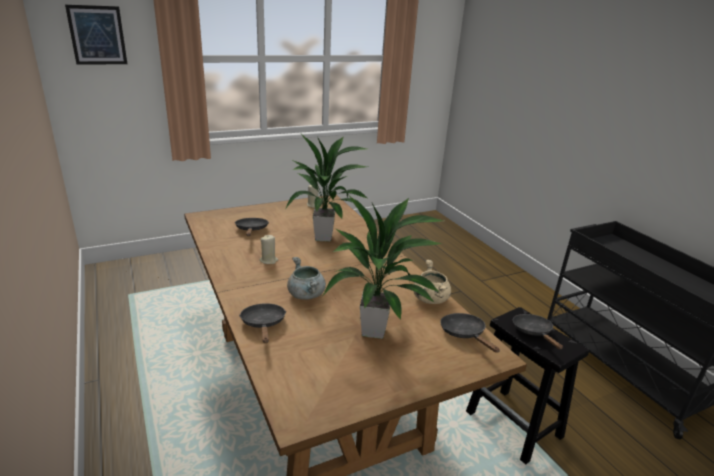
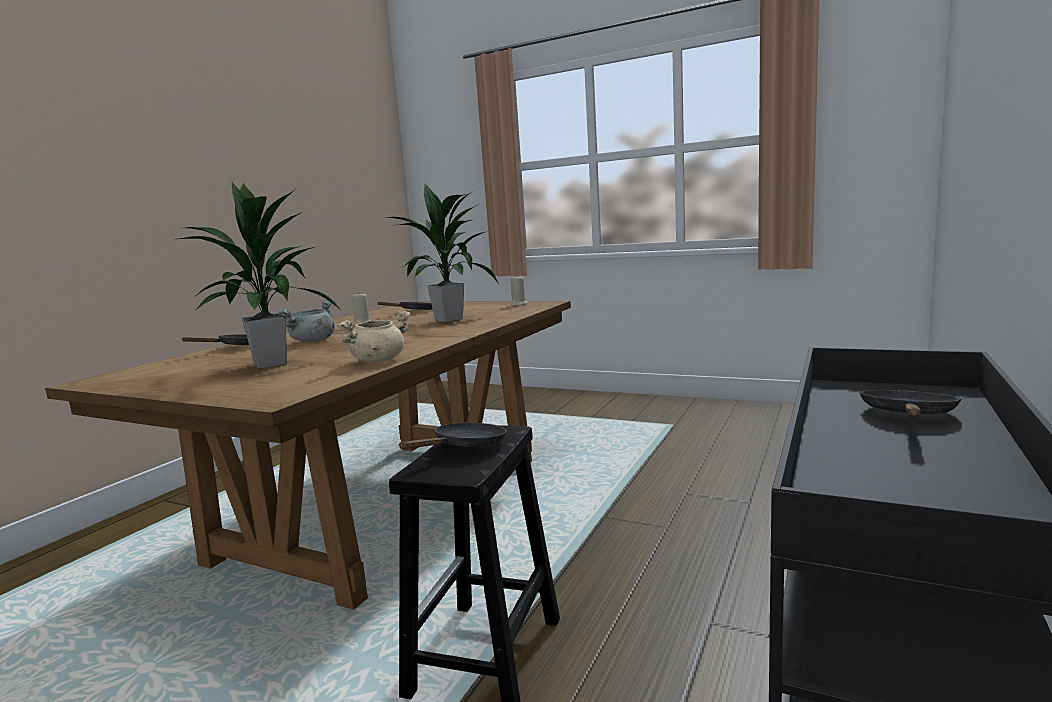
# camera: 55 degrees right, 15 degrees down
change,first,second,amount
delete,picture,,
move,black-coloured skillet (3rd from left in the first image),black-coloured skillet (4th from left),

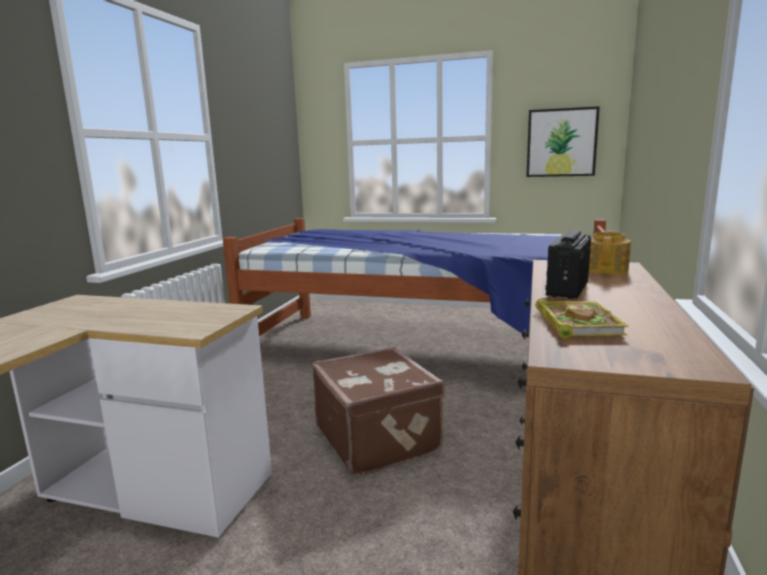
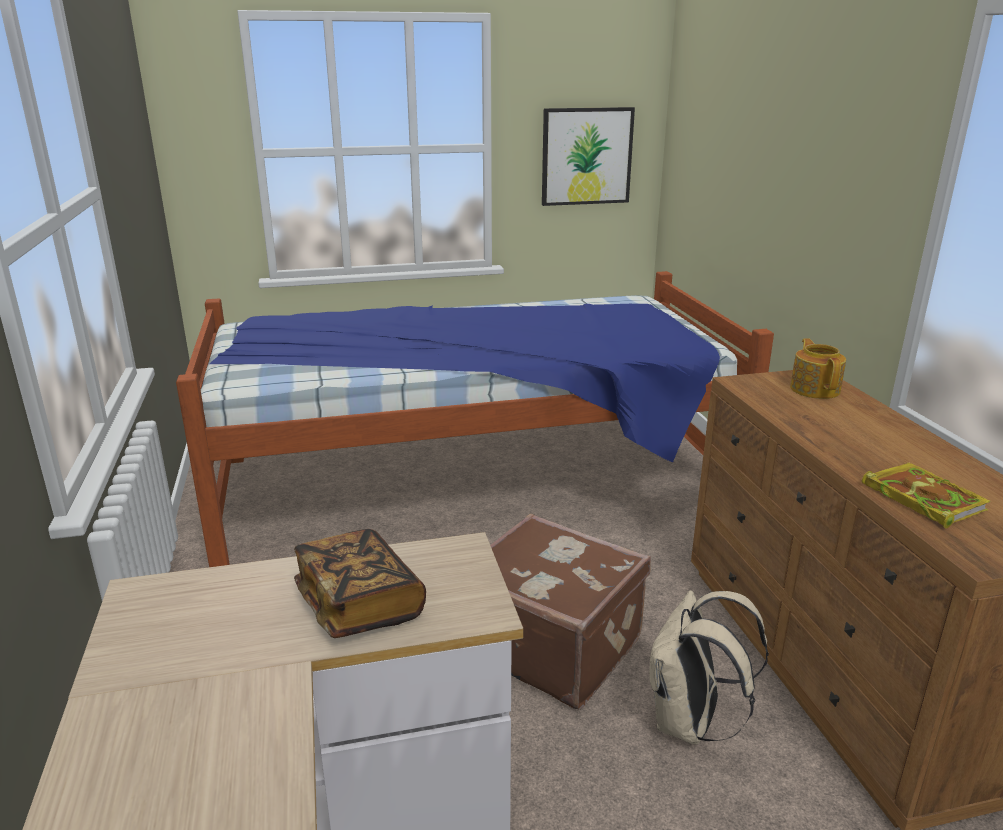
# camera: 30 degrees left, 10 degrees up
change,first,second,amount
delete,radio set,,
insert,,volume (1st from left),
insert,,sand-coloured rucksack,

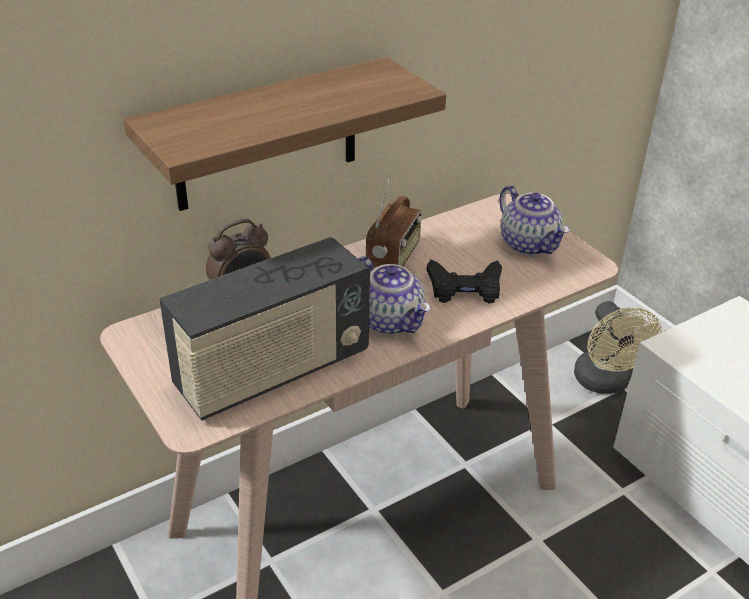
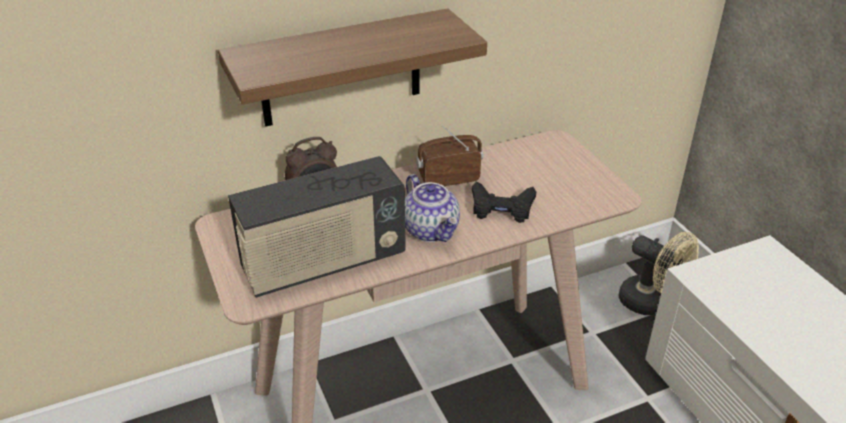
# camera: 10 degrees right, 0 degrees up
change,first,second,amount
delete,tea pot (2nd from left),,
rotate,radio set (2nd from left),,135 degrees counterclockwise
rotate,sand-coloured fan,,45 degrees counterclockwise

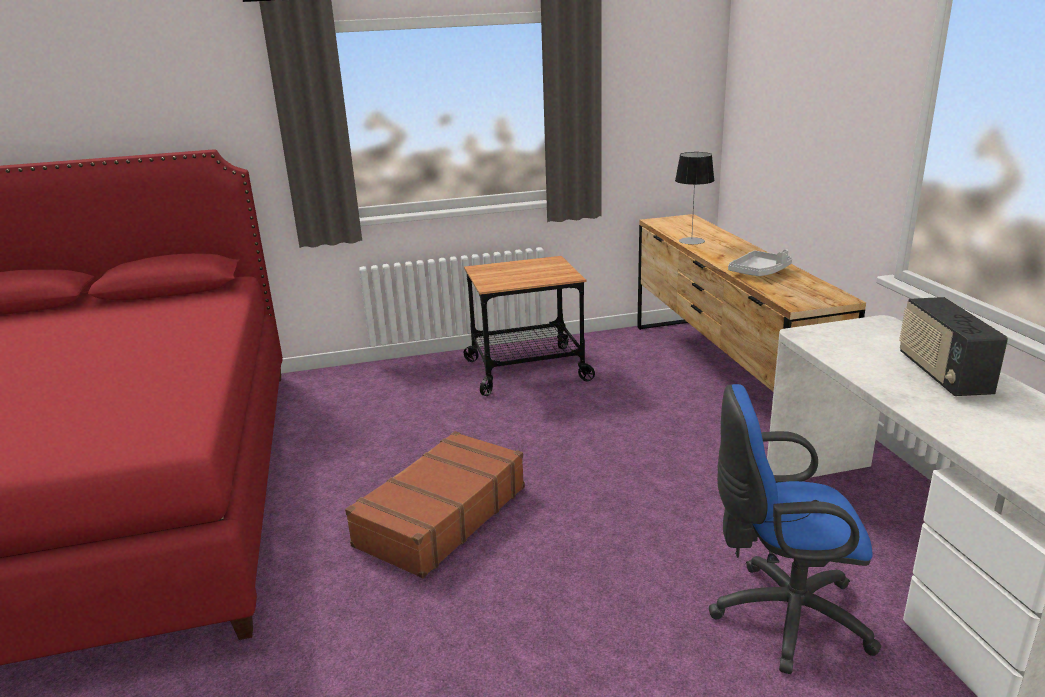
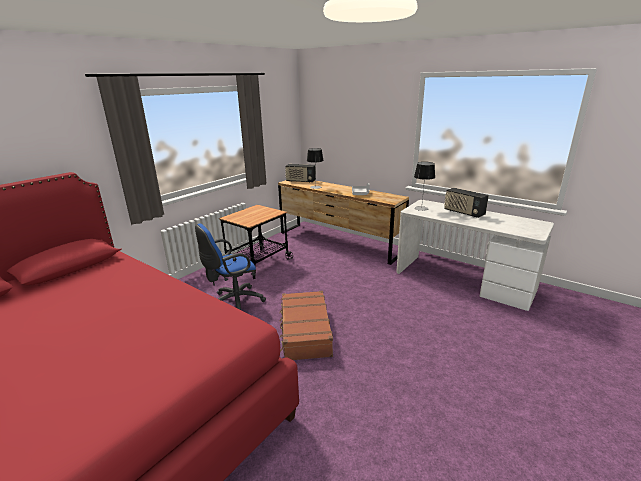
# camera: 40 degrees left, 0 degrees up
change,first,second,amount
insert,,radio set (1st from left),
insert,,lamp for a table (2nd from left),
move,blue desk chair,,

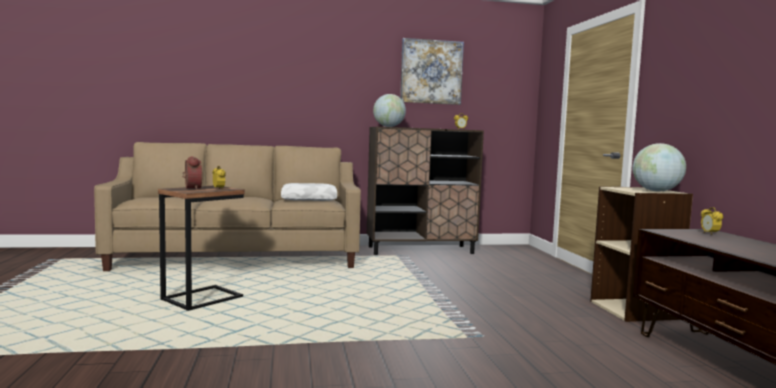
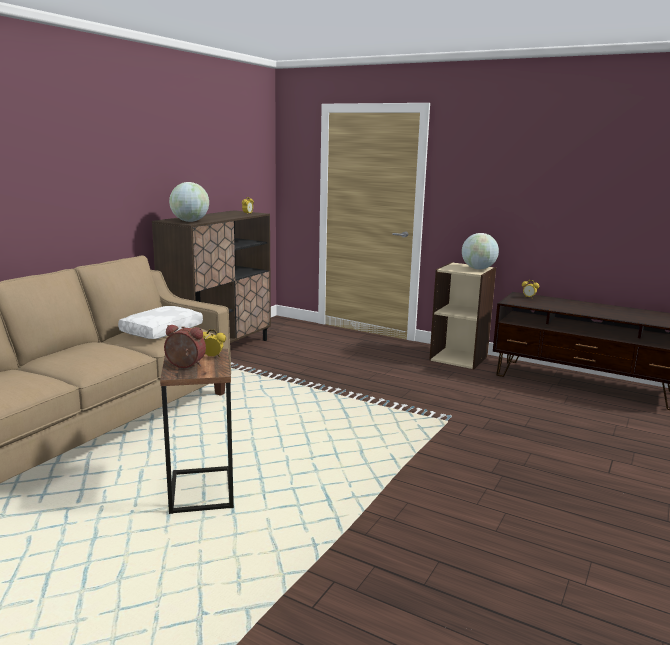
# camera: 50 degrees left, 10 degrees up
change,first,second,amount
delete,picture,,

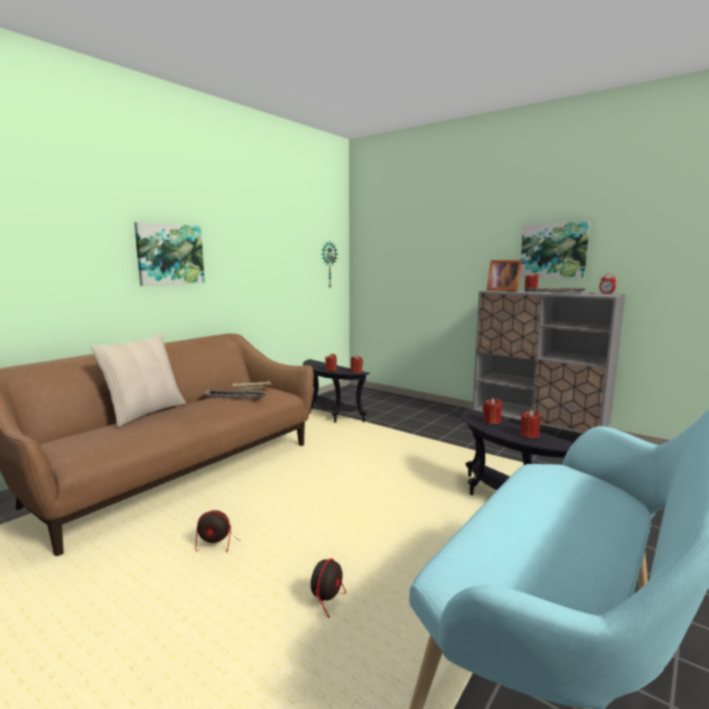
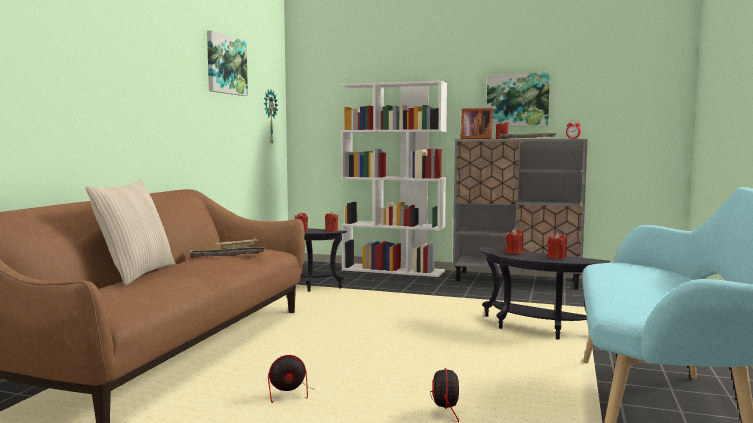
# camera: 20 degrees left, 5 degrees down
change,first,second,amount
insert,,white bookshelf,
move,picture (1st from left),,

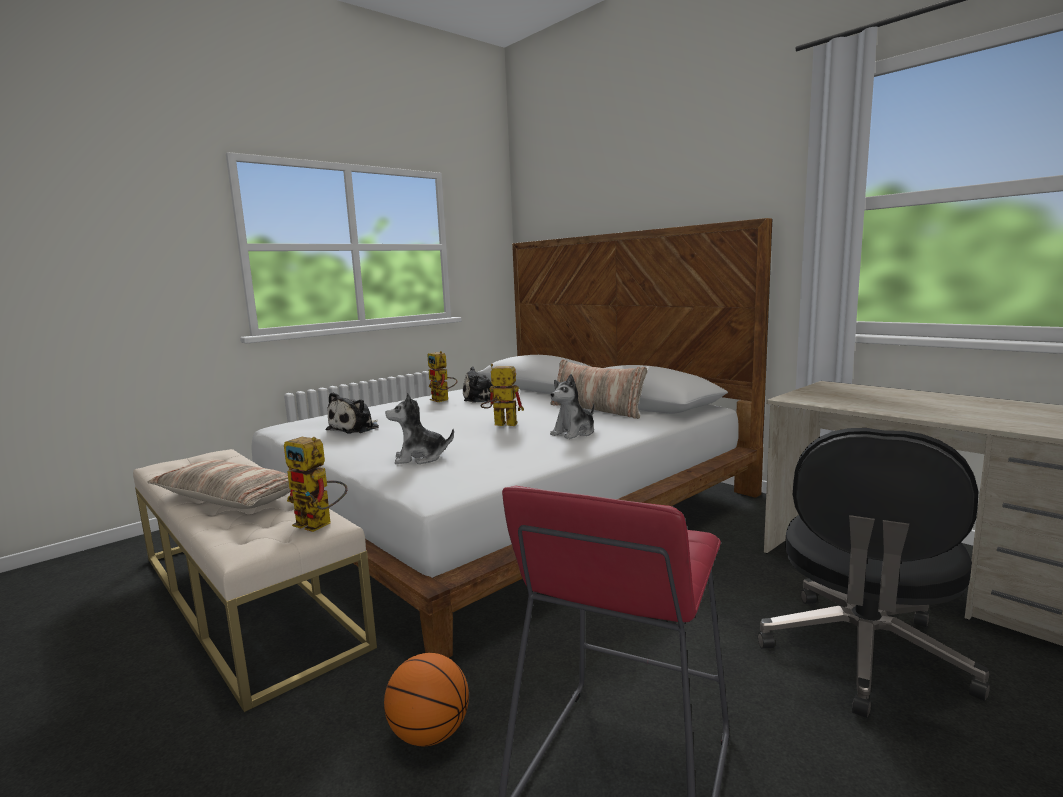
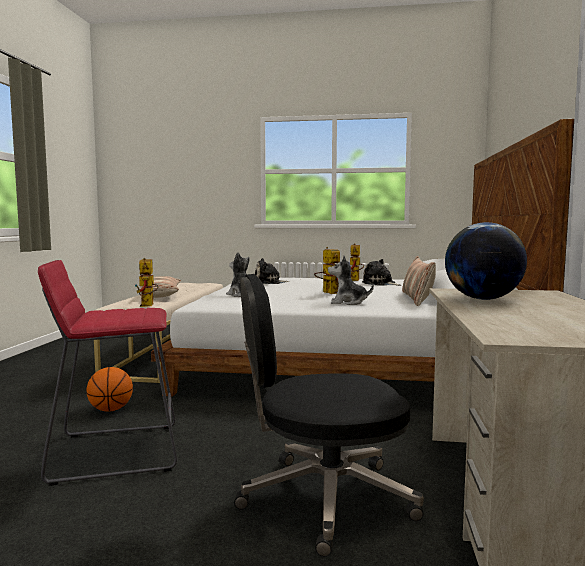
# camera: 50 degrees right, 5 degrees down
change,first,second,amount
insert,,desk globe,

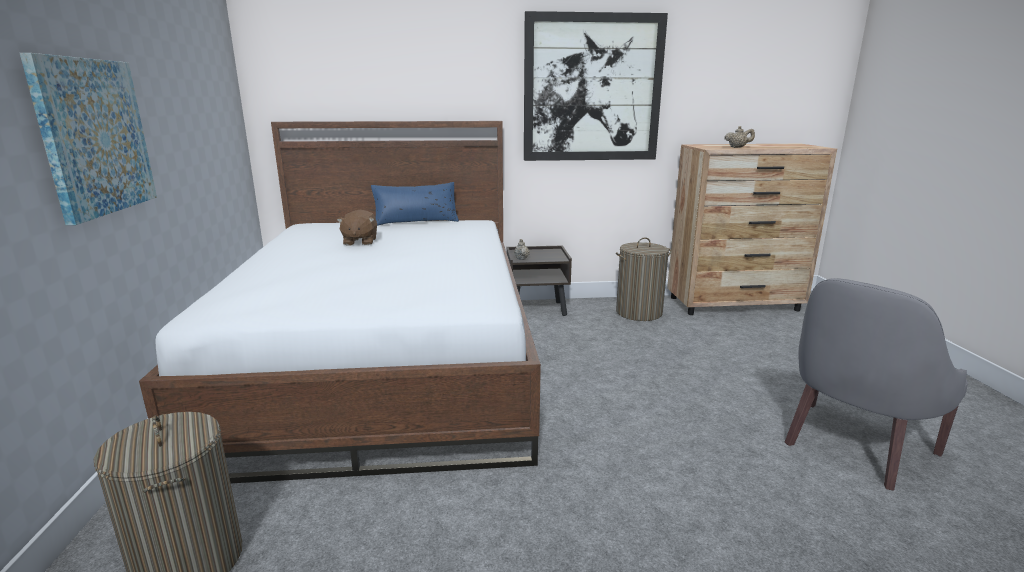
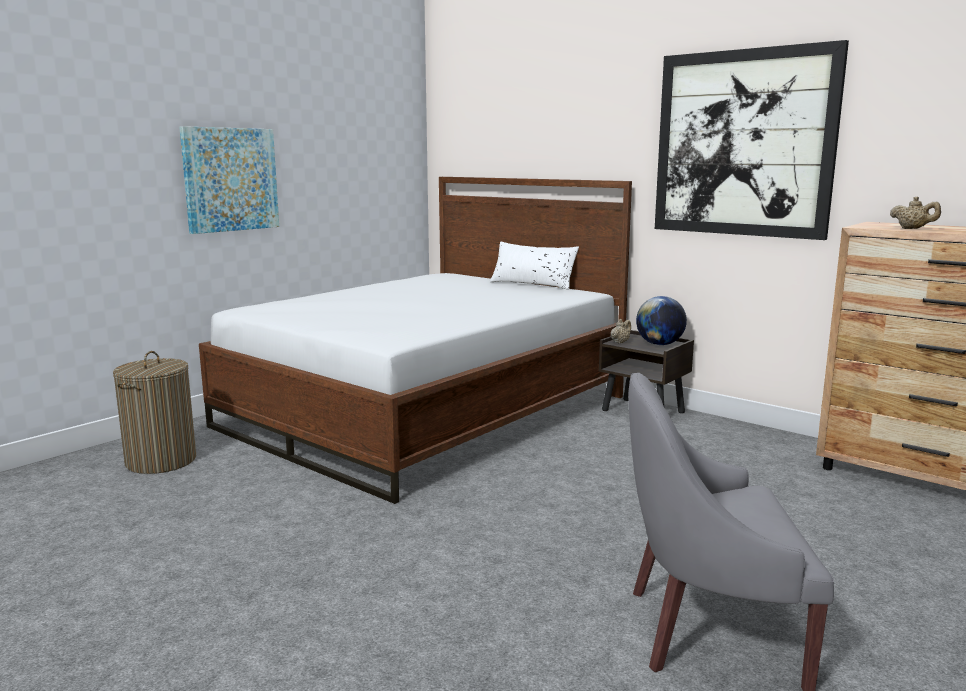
# camera: 45 degrees right, 5 degrees down
change,first,second,amount
delete,brown-coloured plush toy,,
delete,hamper (2nd from left),,
insert,,desk globe,
recolor,blue pillow,white pillow,

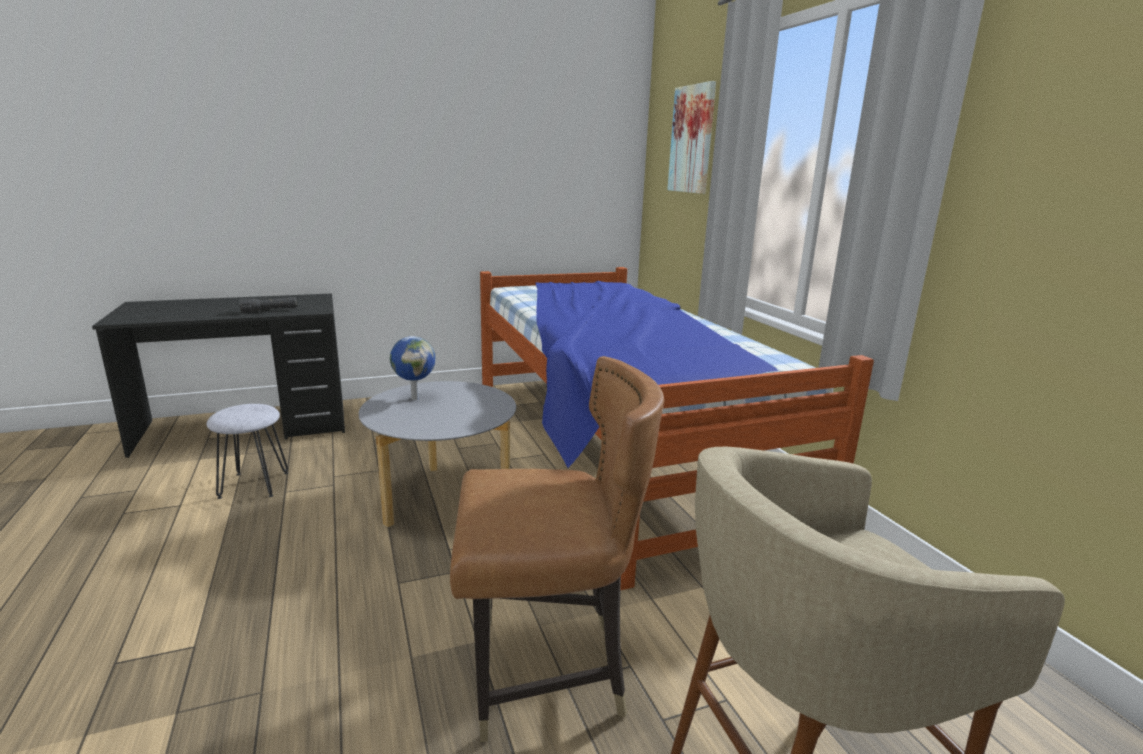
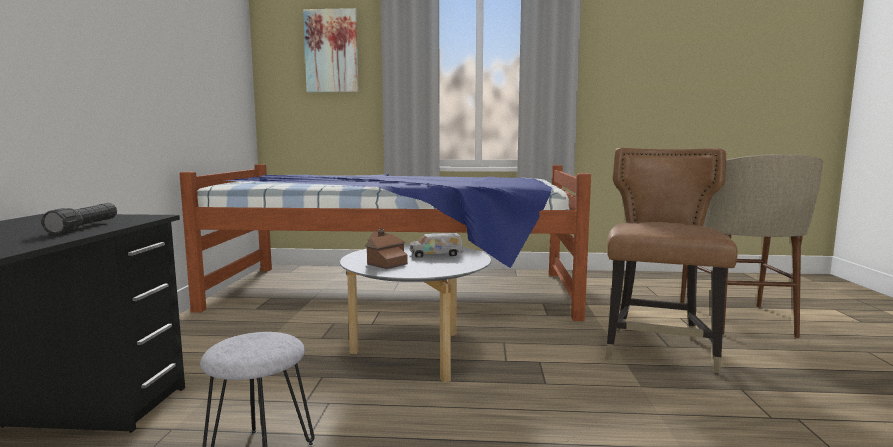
# camera: 65 degrees left, 10 degrees down
change,first,second,amount
insert,,model truck,
replace,desk globe,toy house,

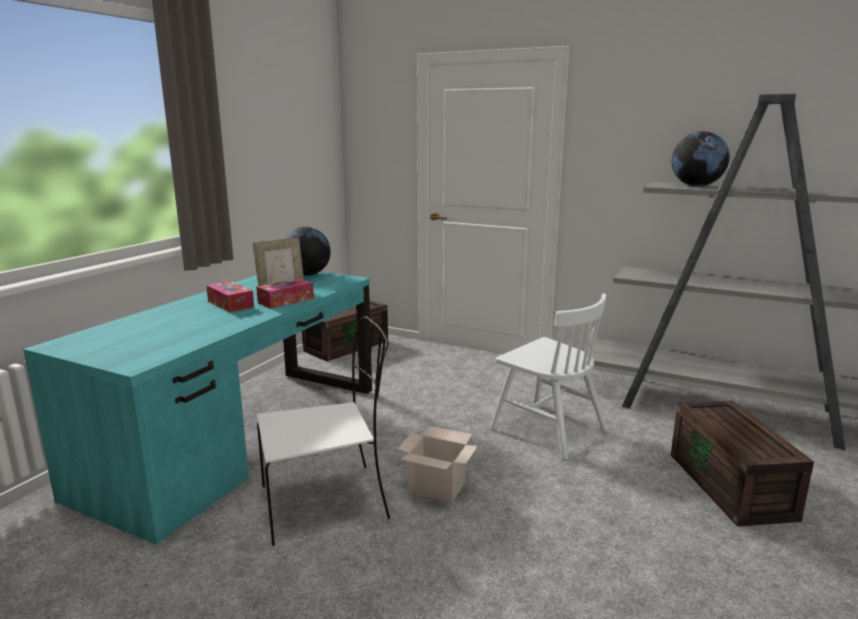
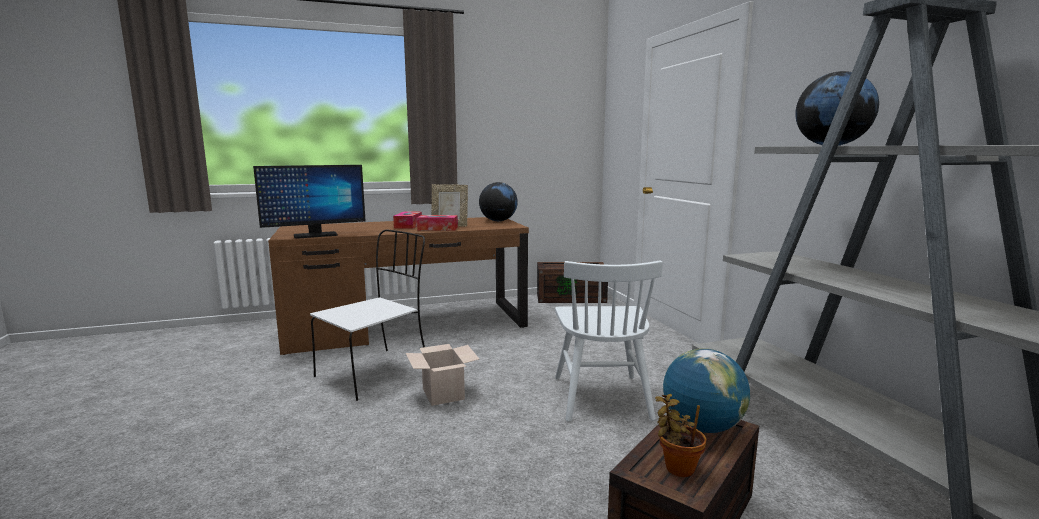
# camera: 45 degrees right, 5 degrees down
change,first,second,amount
insert,,computer display,
insert,,potted plant,
insert,,desk globe (2nd from left),
recolor,turquoise-coloured desk unit,brown-coloured desk unit,
rotate,white plain chair (1st from left),,75 degrees counterclockwise

